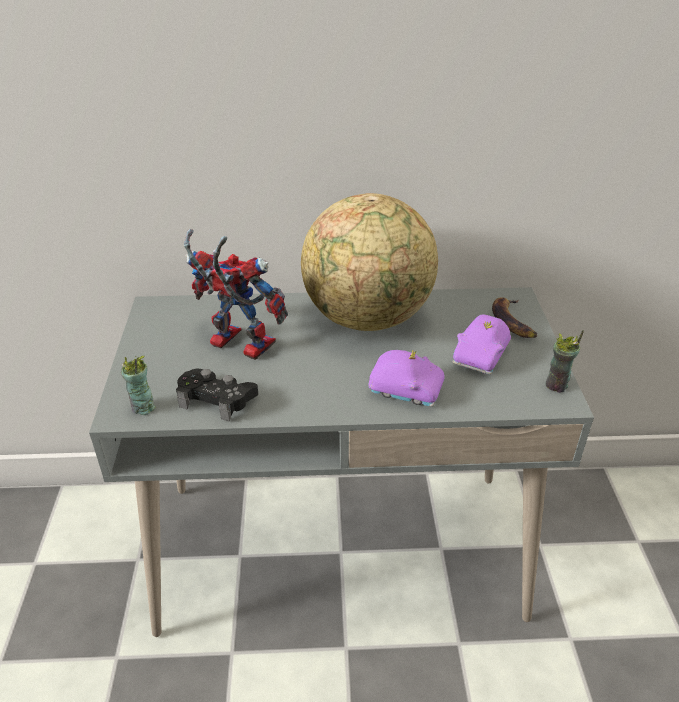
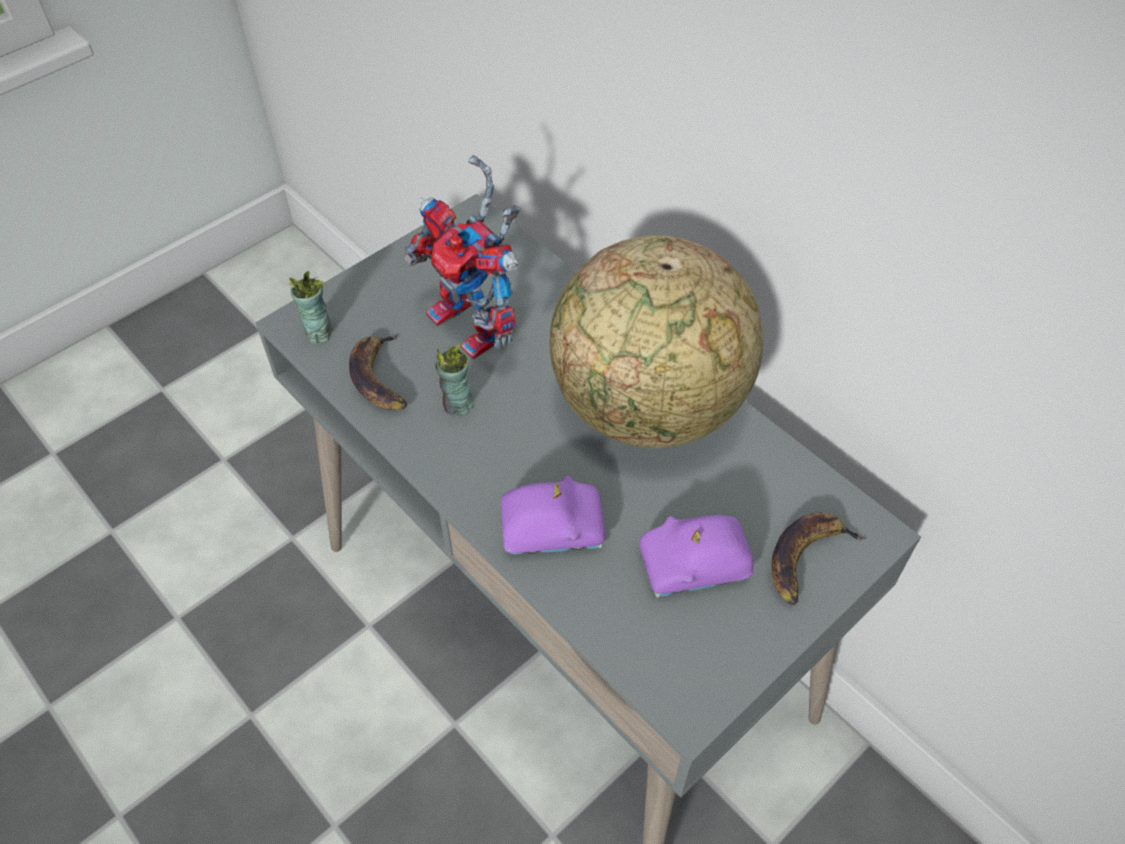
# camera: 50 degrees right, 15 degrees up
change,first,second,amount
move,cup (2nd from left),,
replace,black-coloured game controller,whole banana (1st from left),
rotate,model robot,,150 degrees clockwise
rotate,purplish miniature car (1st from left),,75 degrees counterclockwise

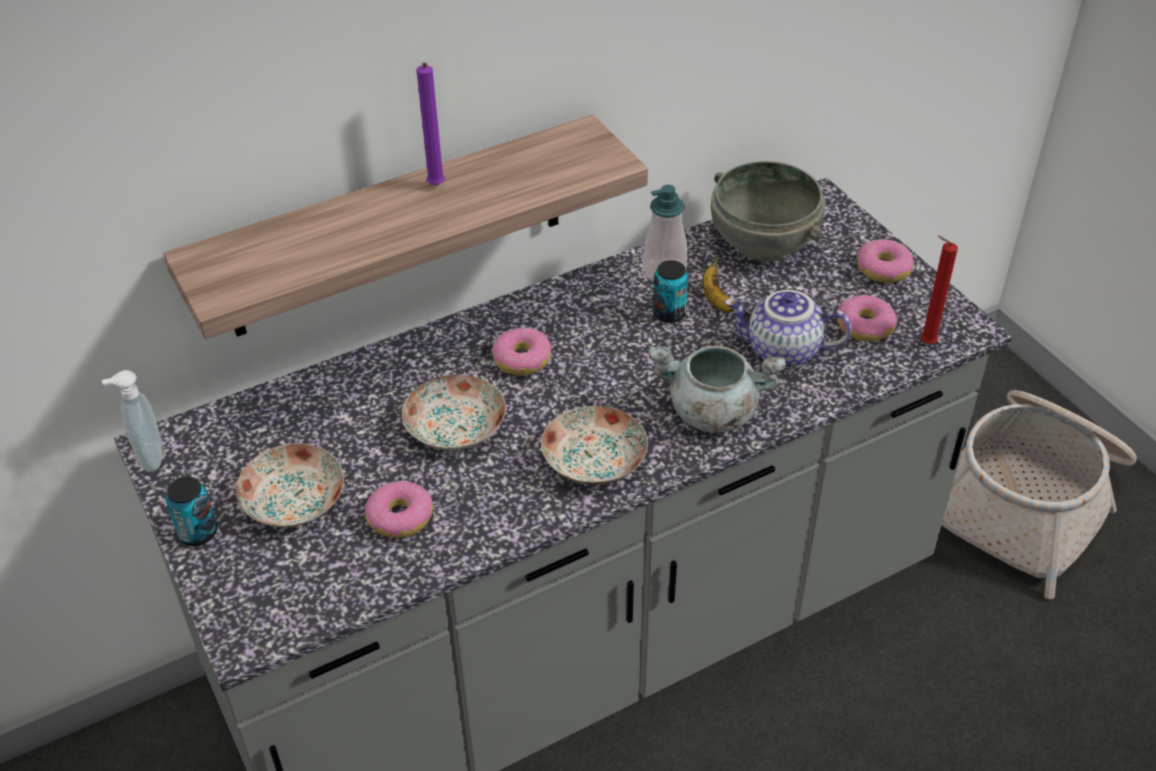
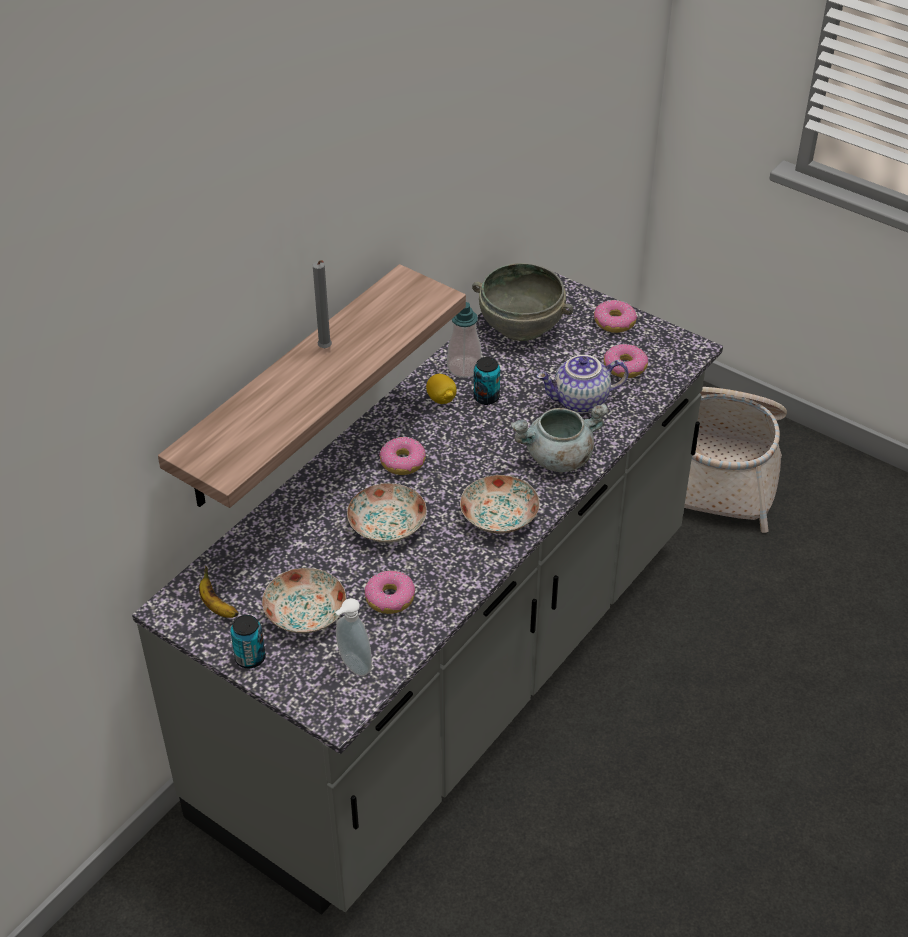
# camera: 25 degrees left, 0 degrees up
change,first,second,amount
delete,red wax light,,
insert,,citrus fruit,
move,liquid soap bottle (1st from left),,
move,whole banana,,
recolor,purplish wax light,greyish wax light,

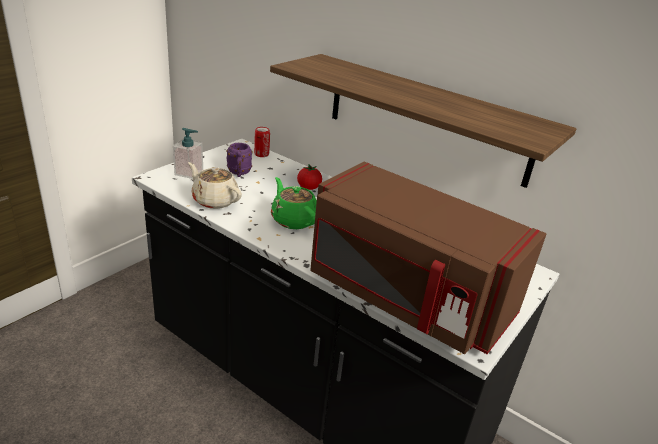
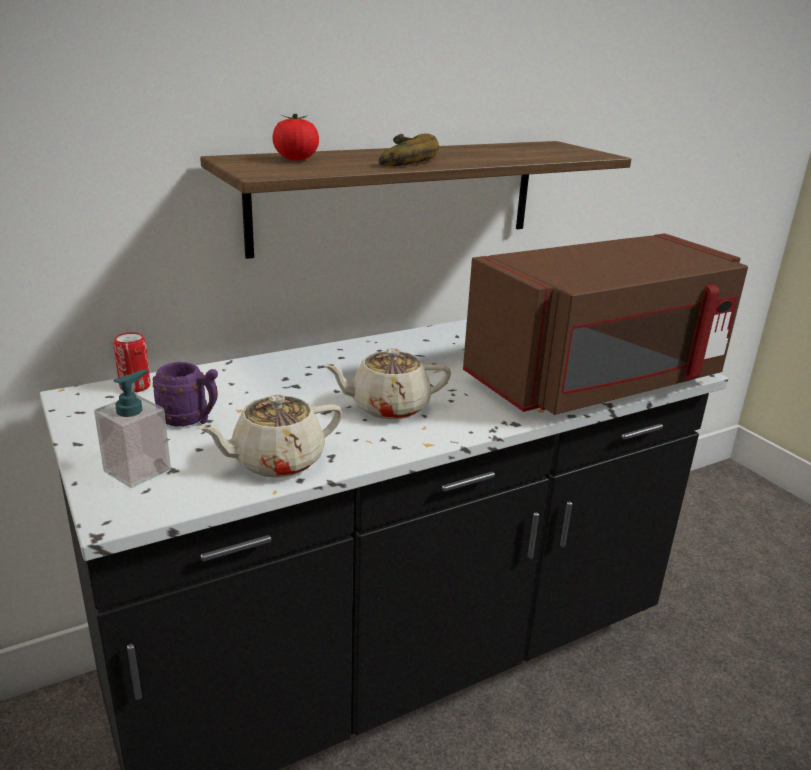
# camera: 65 degrees left, 5 degrees down
change,first,second,amount
insert,,whole banana,
move,whole tomato,,
recolor,green tea pot,sand-coloured tea pot (2nd from left),

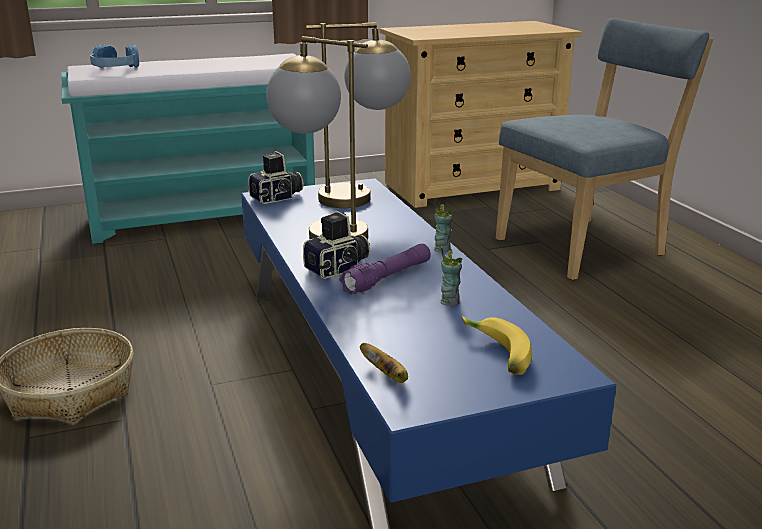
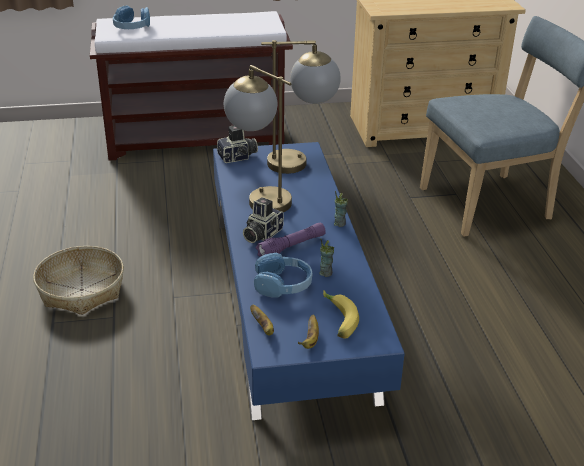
# camera: 10 degrees right, 10 degrees up
change,first,second,amount
insert,,blue headphones (2nd from left),
insert,,whole banana (2nd from left),
recolor,turquoise-coloured bench,brown-coloured bench,
rotate,photo camera (2nd from left),,150 degrees clockwise

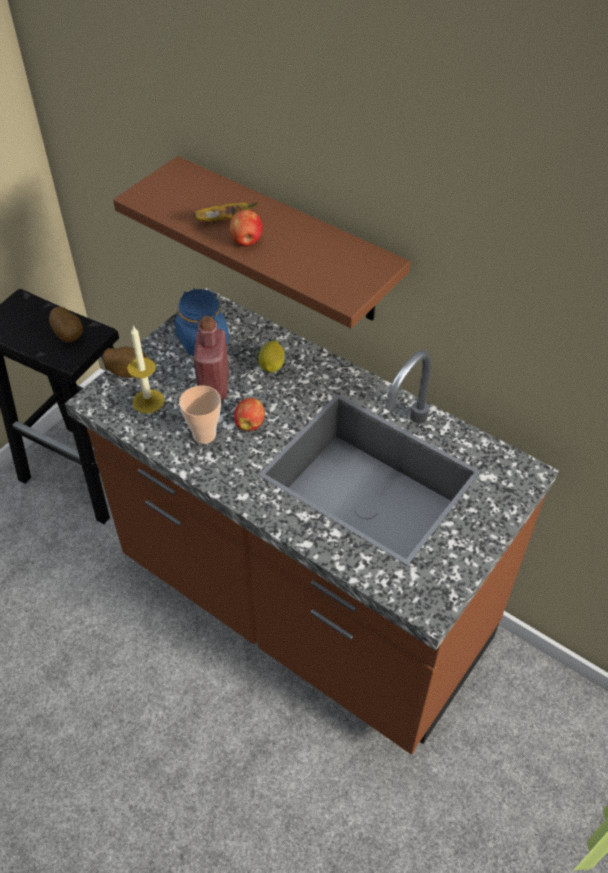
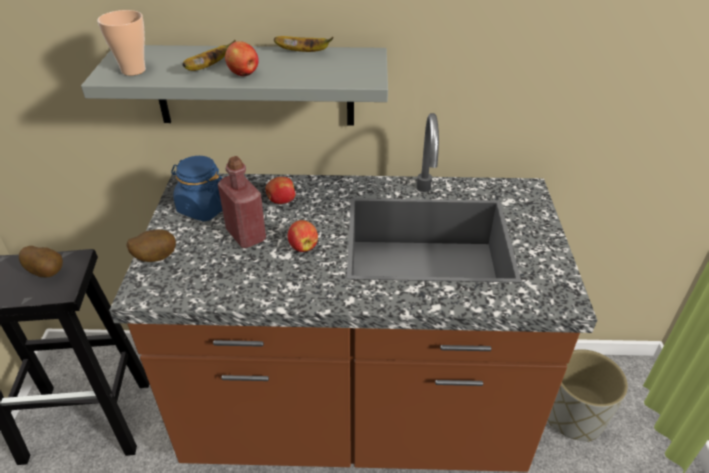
# camera: 35 degrees left, 10 degrees down
change,first,second,amount
delete,wax light,,
insert,,whole banana (2nd from left),
insert,,greyish plant pot,
move,cup,,
replace,citrus fruit,apple fruit (2nd from left),
recolor,brown-coloured wall shelf,greyish wall shelf,

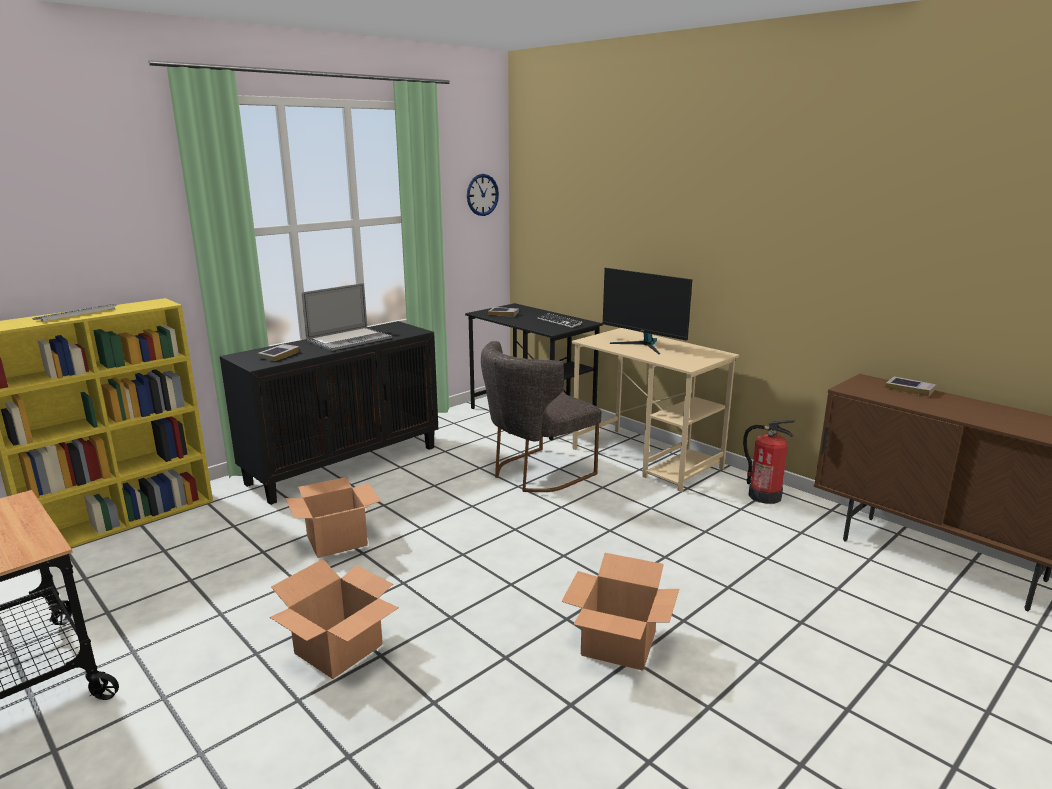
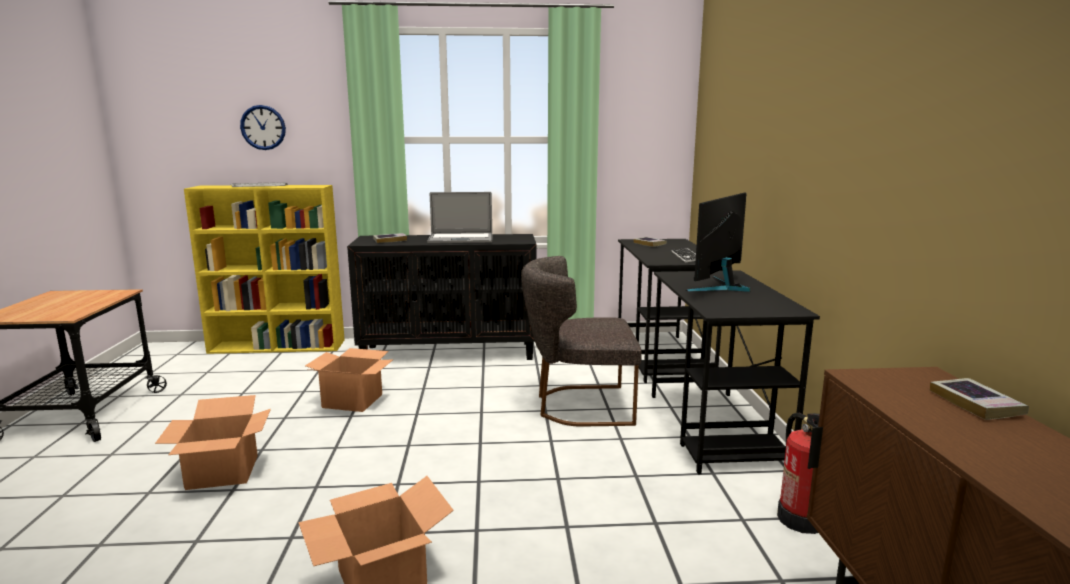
# camera: 40 degrees right, 5 degrees down
change,first,second,amount
move,wall clock,,
recolor,sand-coloured desk unit,black-coloured desk unit (2nd from left),
rotate,computer display,,45 degrees clockwise

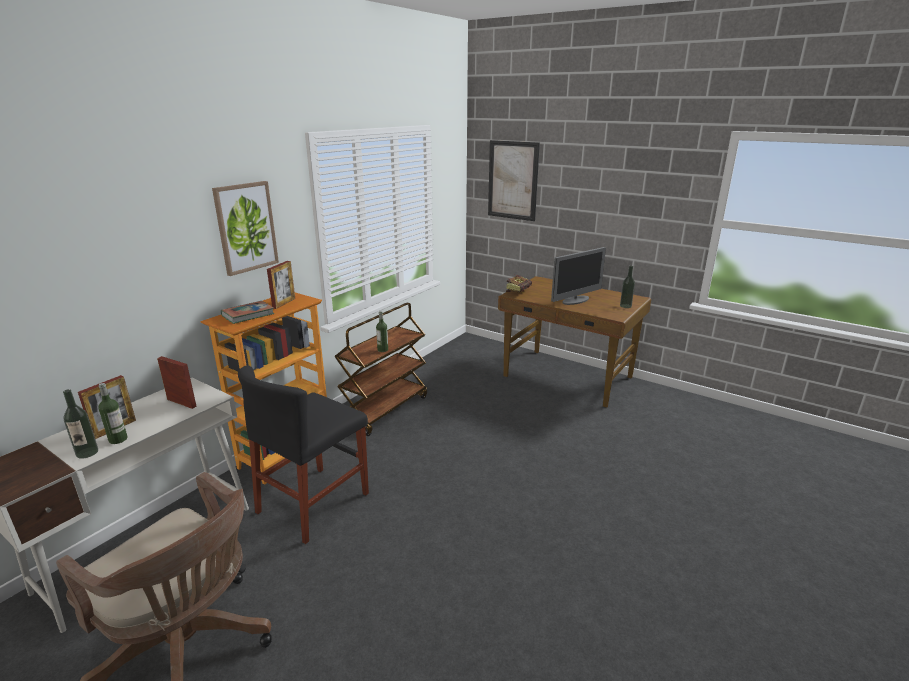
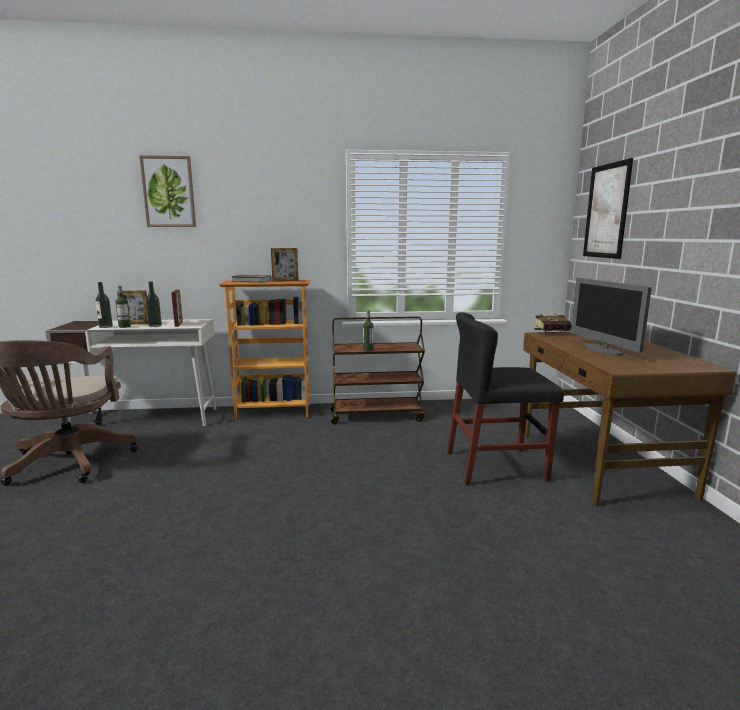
# camera: 50 degrees right, 10 degrees down
change,first,second,amount
move,picture (1st from left),,
move,black-coloured plain chair,,
move,beverage bottle (4th from left in the first image),beverage bottle (3rd from left),
rotate,computer display,,60 degrees clockwise

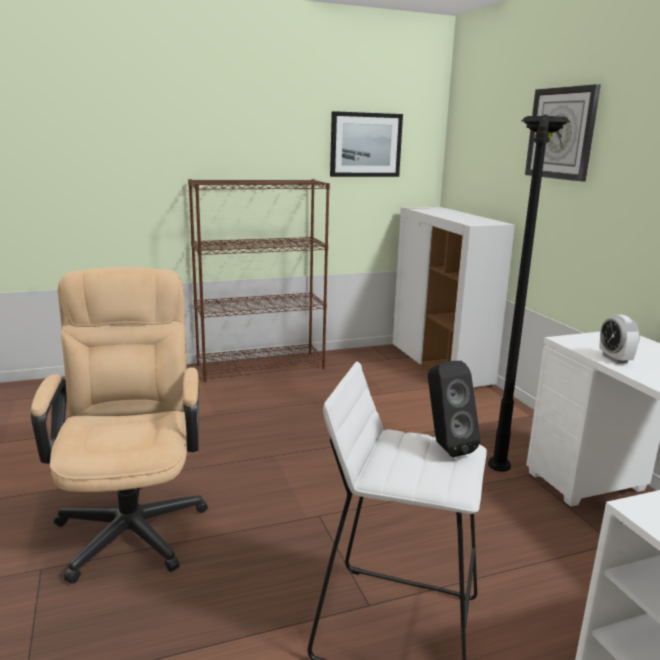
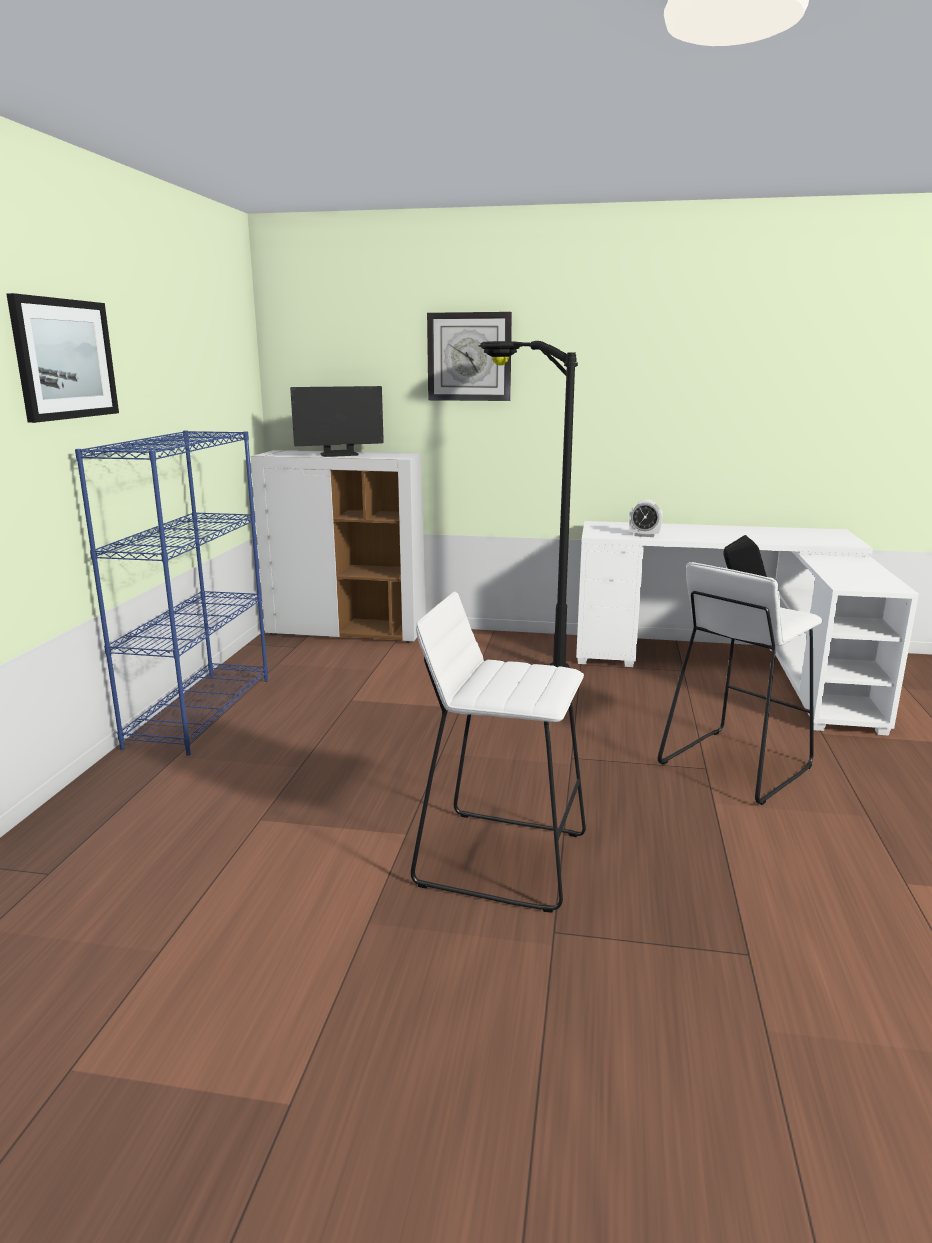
# camera: 60 degrees left, 0 degrees up
change,first,second,amount
insert,,computer display,
move,picture,,
replace,sand-coloured desk chair,white stool seat (1st from left),
recolor,brown-coloured bookshelf,blue bookshelf,

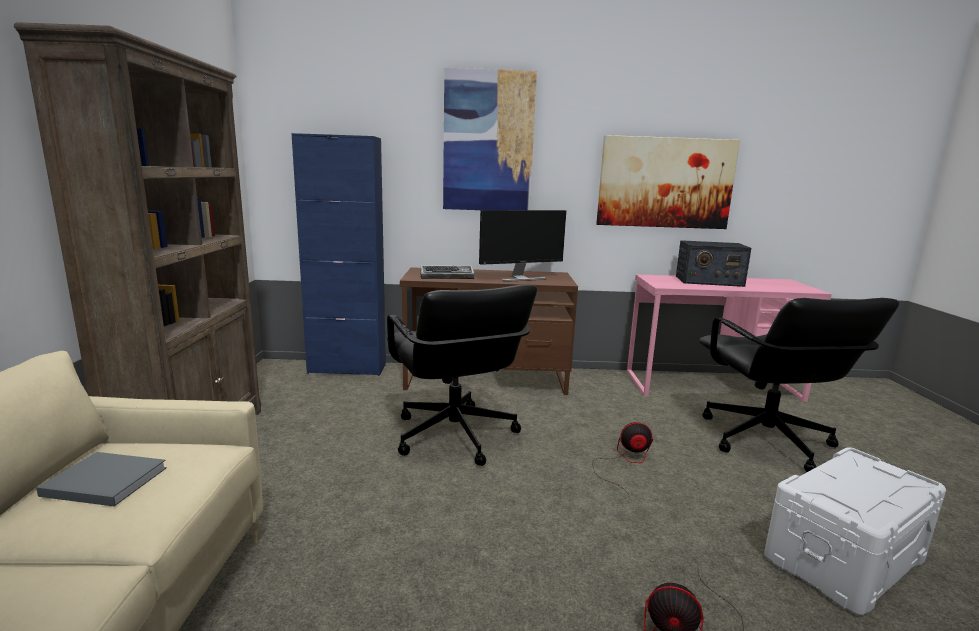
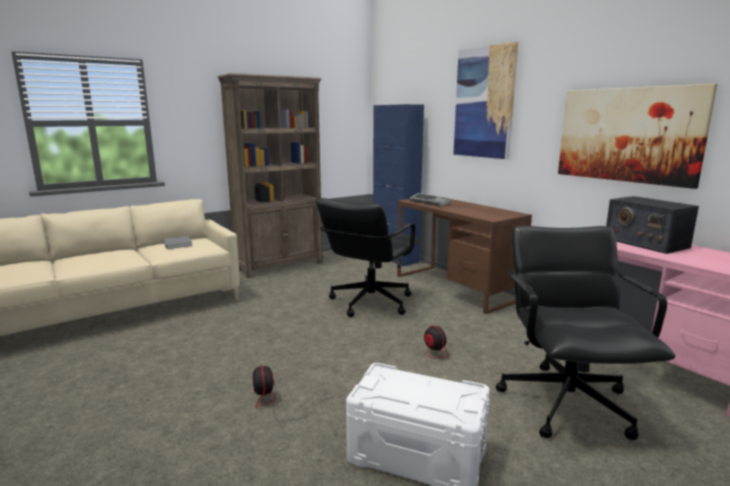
# camera: 55 degrees right, 0 degrees up
change,first,second,amount
delete,computer display,,
rotate,black-coloured desk chair (2nd from left),,135 degrees clockwise

